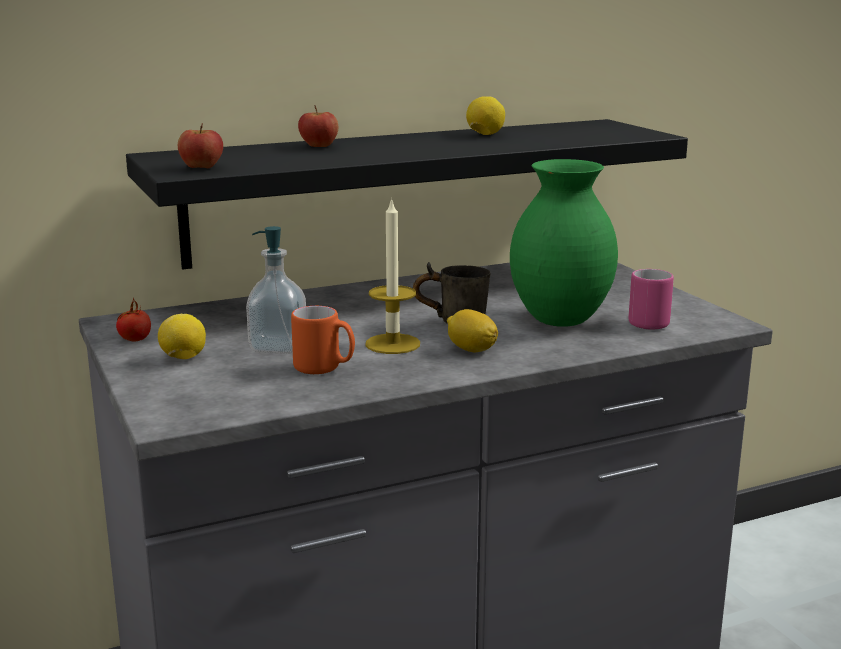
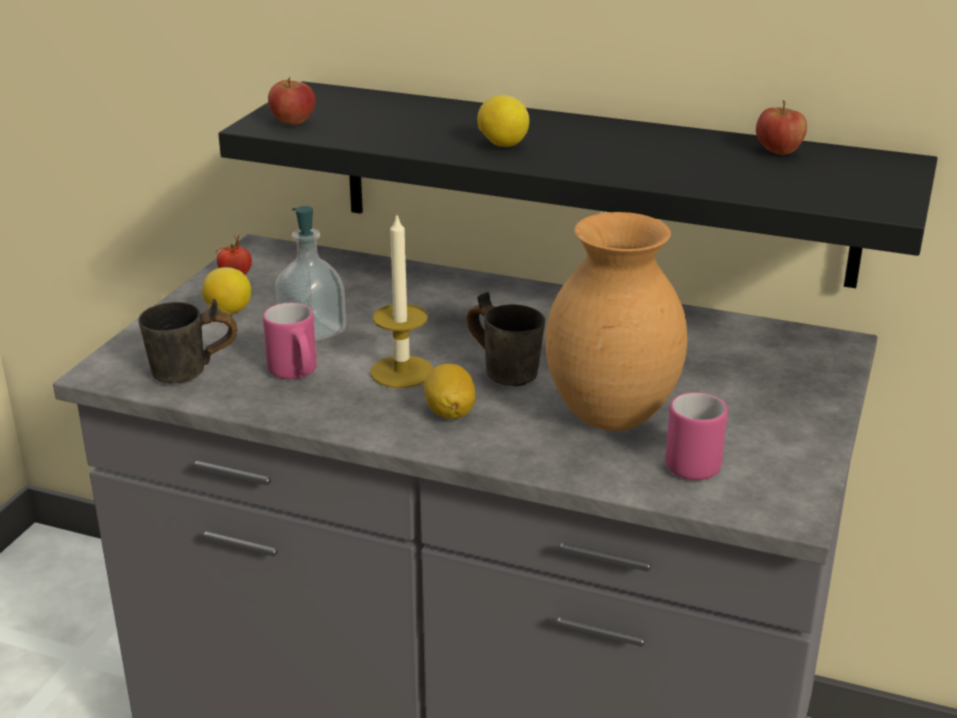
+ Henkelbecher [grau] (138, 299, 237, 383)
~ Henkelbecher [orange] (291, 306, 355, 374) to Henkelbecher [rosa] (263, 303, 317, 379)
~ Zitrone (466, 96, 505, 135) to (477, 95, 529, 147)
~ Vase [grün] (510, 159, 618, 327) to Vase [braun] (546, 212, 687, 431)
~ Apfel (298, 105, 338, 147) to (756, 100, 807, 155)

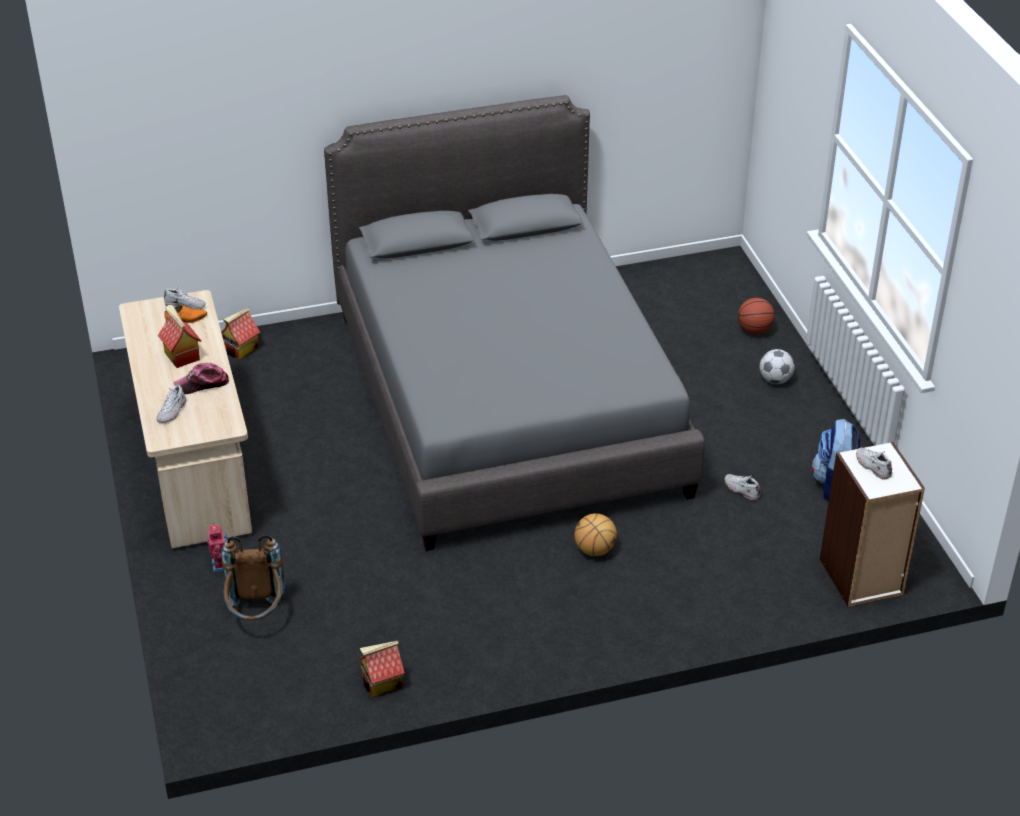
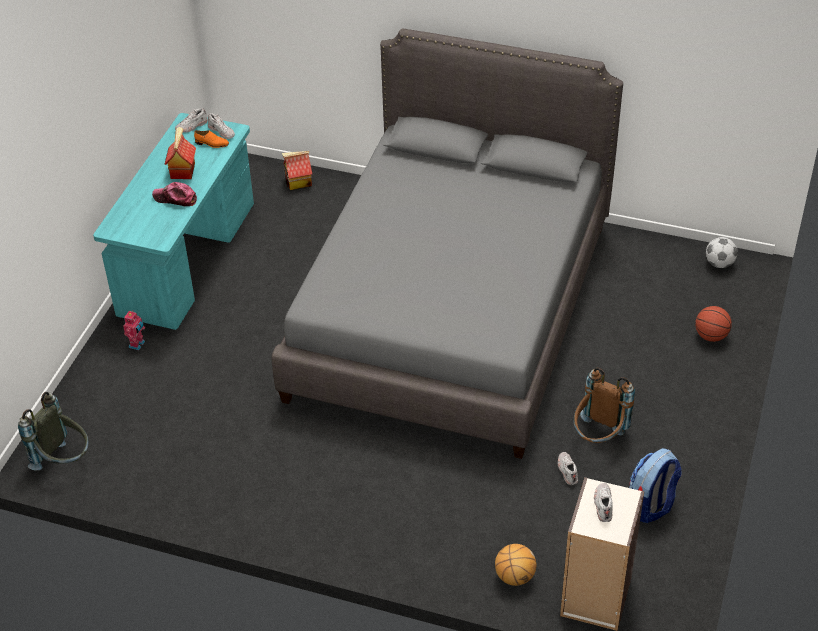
+ Rucksack [grau] (18, 392, 89, 470)
~ Schreibtisch [beige] (119, 290, 252, 548) to Schreibtisch [türkis] (93, 113, 254, 330)
~ Schuh [weiß] (156, 385, 186, 423) to (175, 108, 208, 133)
~ Basketball (574, 513, 617, 556) to (495, 544, 536, 586)
~ Rucksack [braun] (221, 535, 286, 620) to (573, 368, 635, 443)
~ Fußball (759, 349, 795, 384) to (706, 237, 738, 268)
- Spielzeughaus (359, 640, 405, 697)

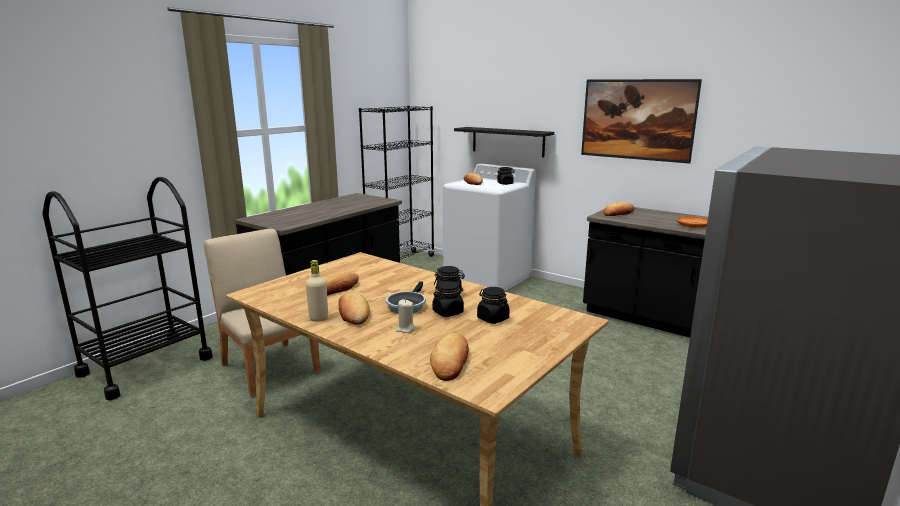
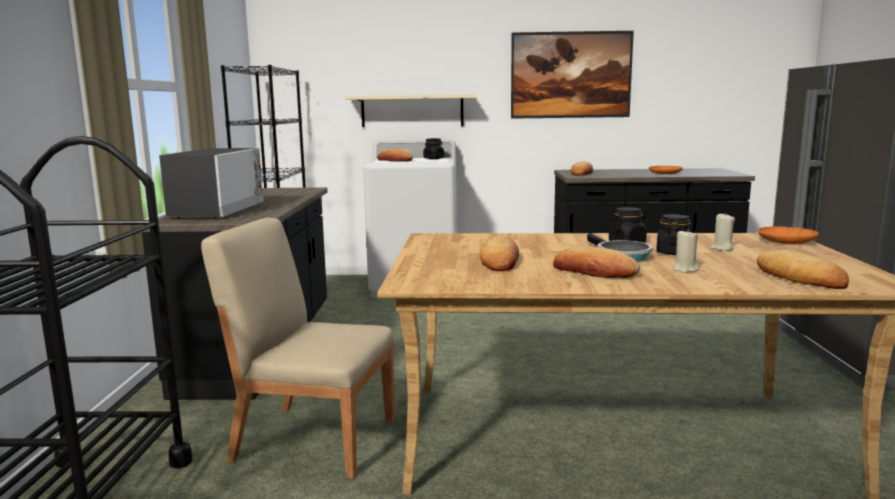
+ Mikrowelle (159, 148, 264, 218)
~ Wandregal [schwarz] (454, 127, 554, 157) to Wandregal [beige] (345, 94, 475, 127)
~ Vorratsglas [schwarz] (477, 287, 510, 324) to Kerze [beige] (710, 213, 735, 251)
+ Teller [orange] (758, 226, 819, 244)
- Flasche [beige] (306, 260, 328, 322)

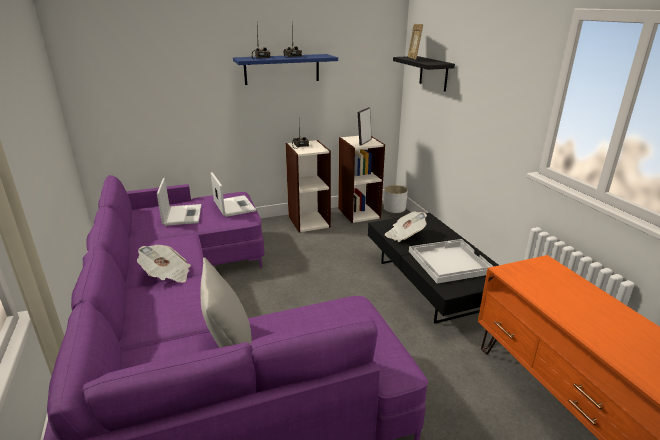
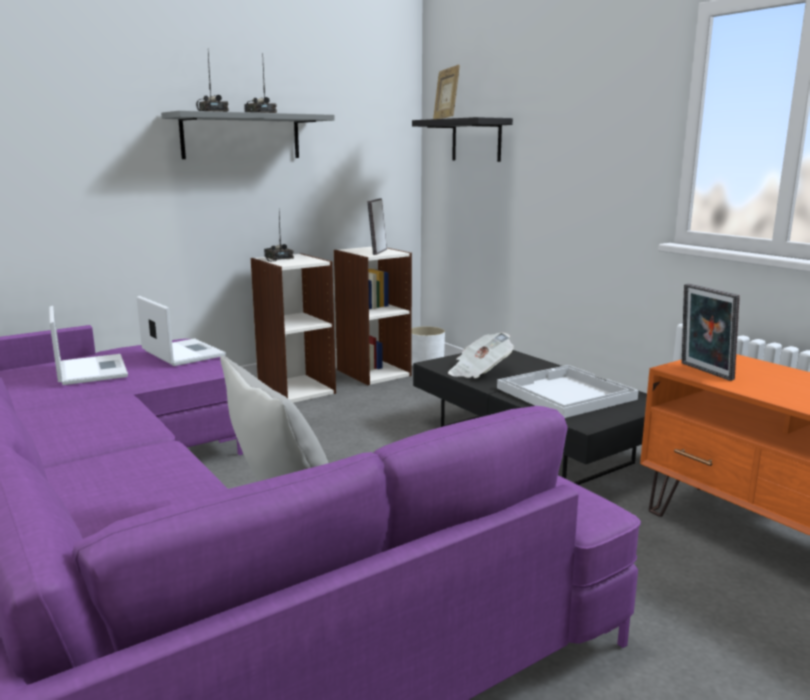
~ Wandregal [blau] (233, 54, 338, 85) to Wandregal [grau] (161, 110, 335, 159)
+ Bilderrahmen (681, 284, 740, 381)
- Zeitung (137, 245, 191, 283)

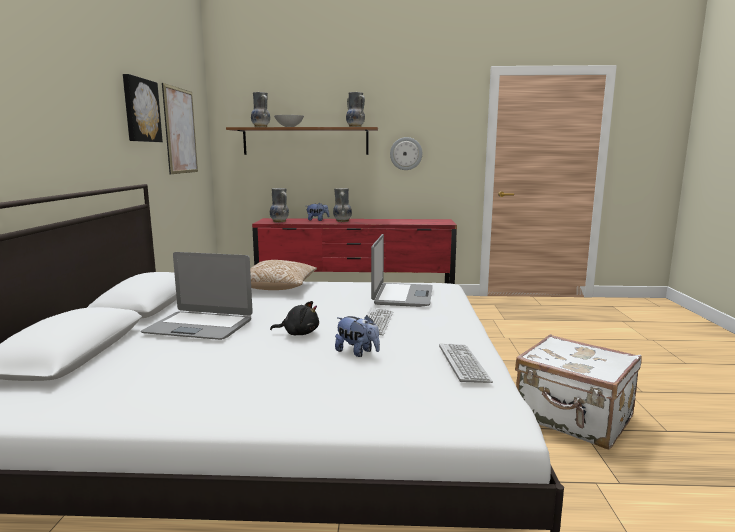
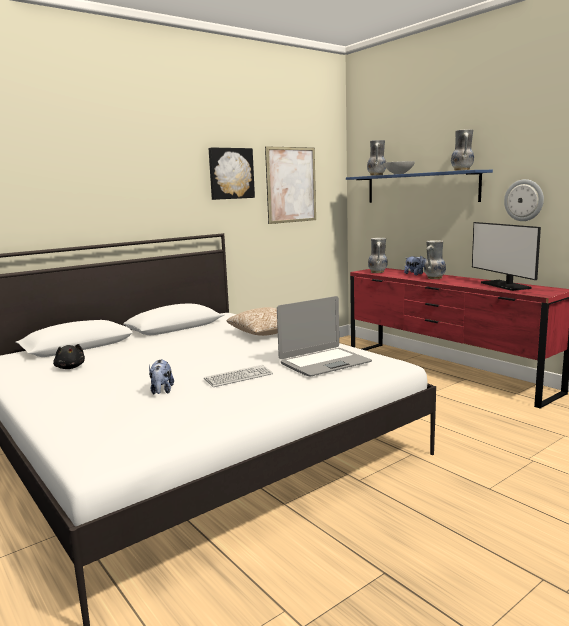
~ Plüschtier [schwarz] (270, 301, 319, 335) to (53, 344, 85, 369)
~ Wandregal [braun] (226, 127, 378, 155) to Wandregal [blau] (346, 170, 493, 203)
+ Monitor (472, 222, 541, 291)
- Laptop (141, 252, 253, 340)
- Tastatur (439, 344, 493, 383)
- Koffer [weiß] (515, 334, 642, 450)

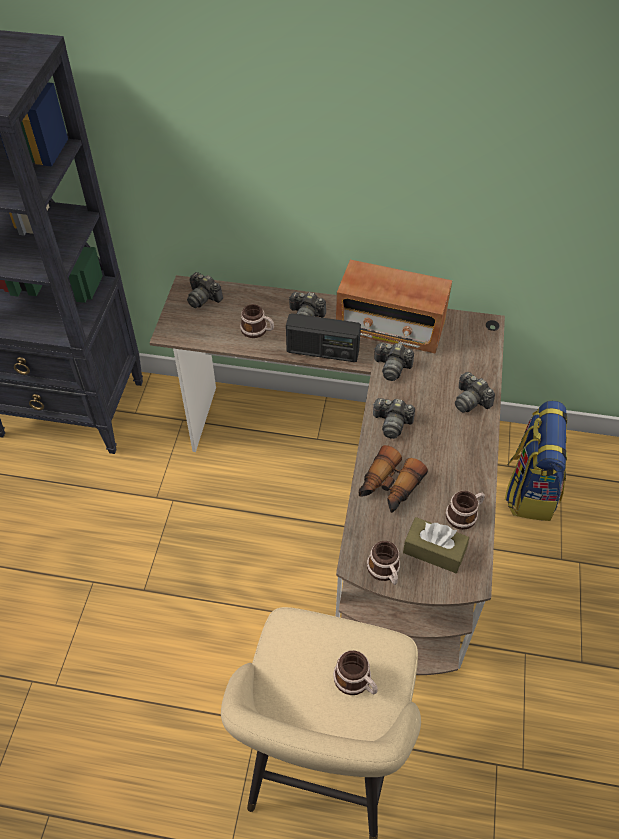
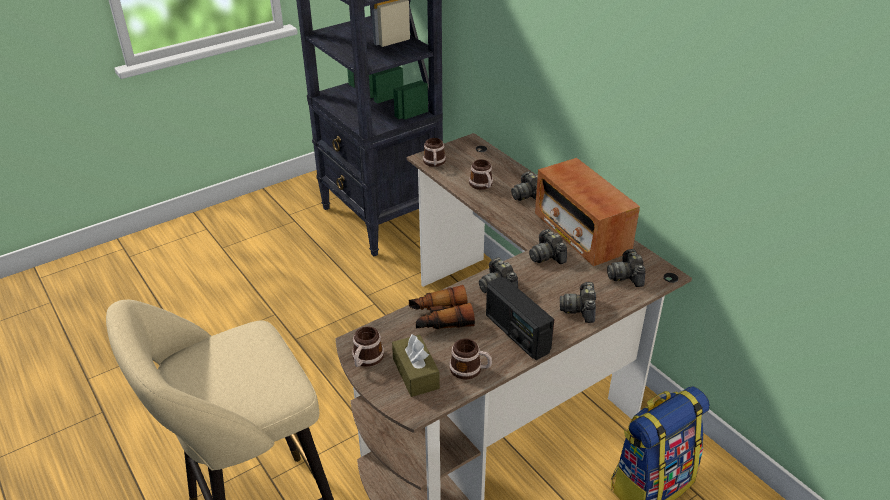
~ Henkelbecher (333, 650, 378, 695) to (423, 138, 446, 167)
~ Radio (286, 313, 361, 362) to (486, 276, 554, 360)
~ Kamera (187, 272, 223, 308) to (607, 249, 645, 287)

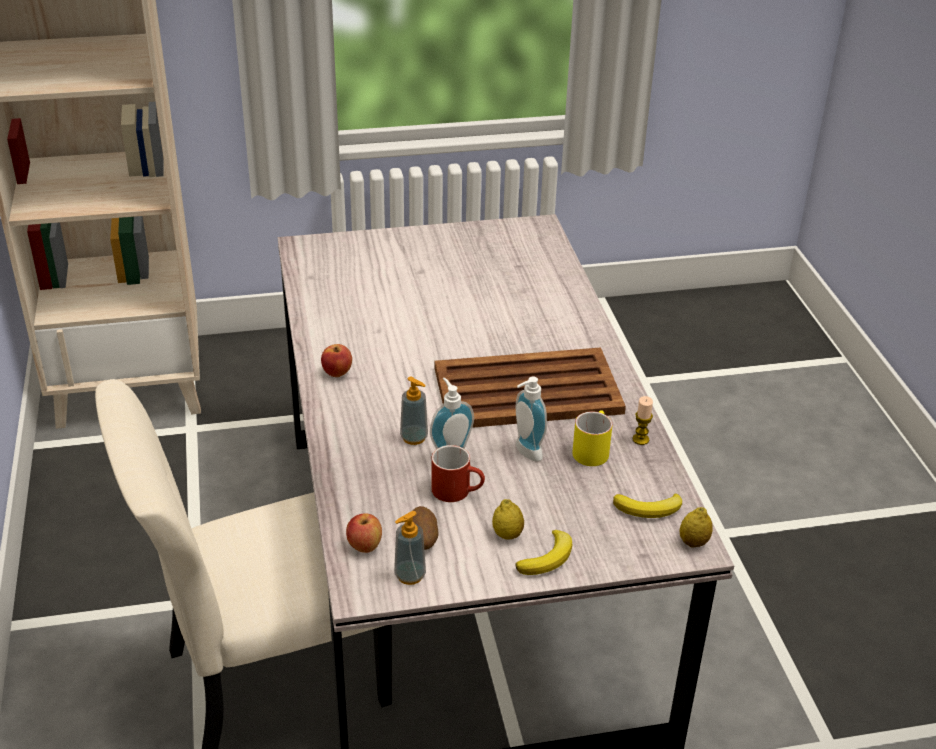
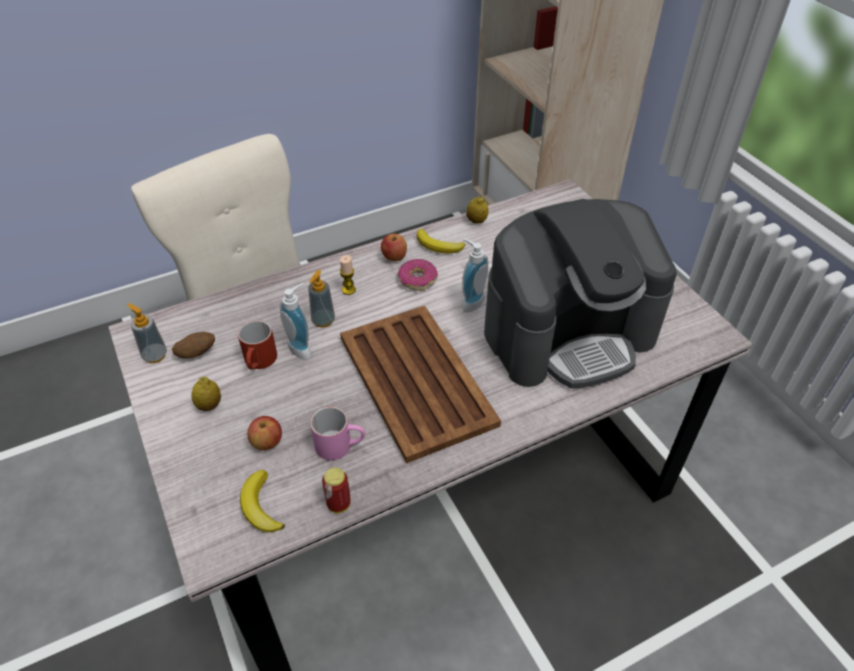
~ Apfel (346, 513, 382, 553) to (247, 416, 282, 450)
~ Henkelbecher [gelb] (572, 410, 613, 466) to Henkelbecher [rosa] (310, 406, 365, 460)
+ Dose (322, 467, 351, 513)
~ Kerze (632, 396, 653, 445) to (340, 255, 356, 295)
+ Donut (397, 259, 438, 291)
~ Banane (515, 530, 572, 575) to (417, 229, 465, 253)
~ Seifenspender (515, 377, 547, 461) to (462, 239, 488, 312)
~ Zitrone (680, 507, 713, 548) to (466, 196, 488, 224)
+ Kaffeemaschine (484, 199, 676, 389)

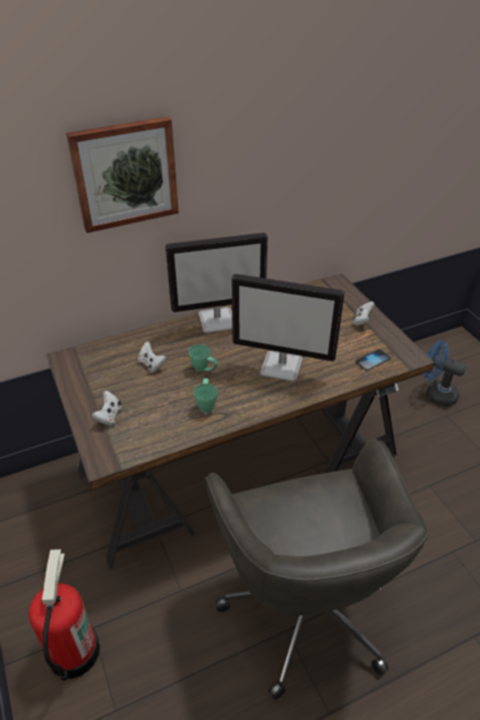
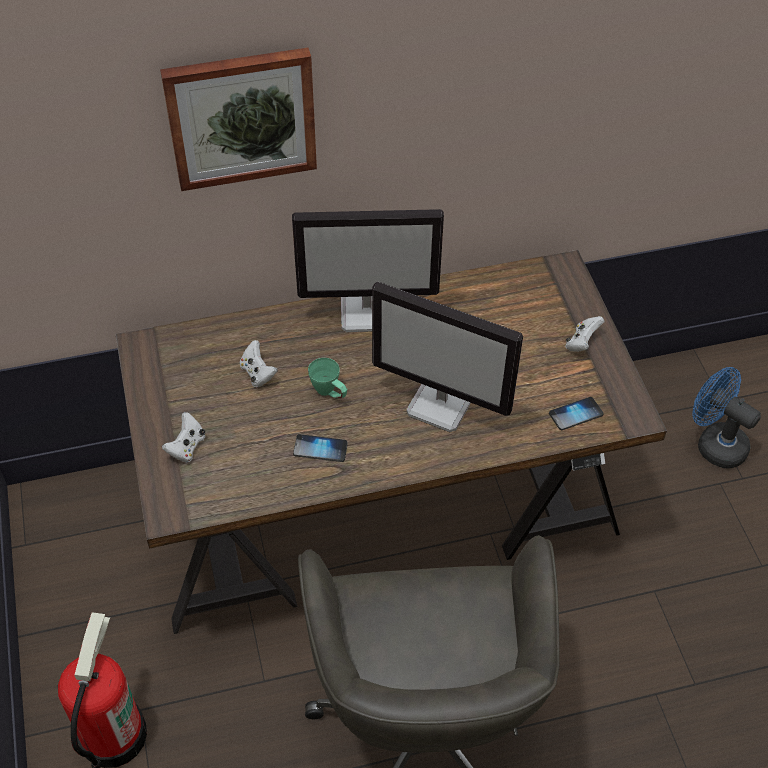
~ Henkelbecher [grün] (194, 378, 218, 413) to Handy (293, 434, 348, 462)

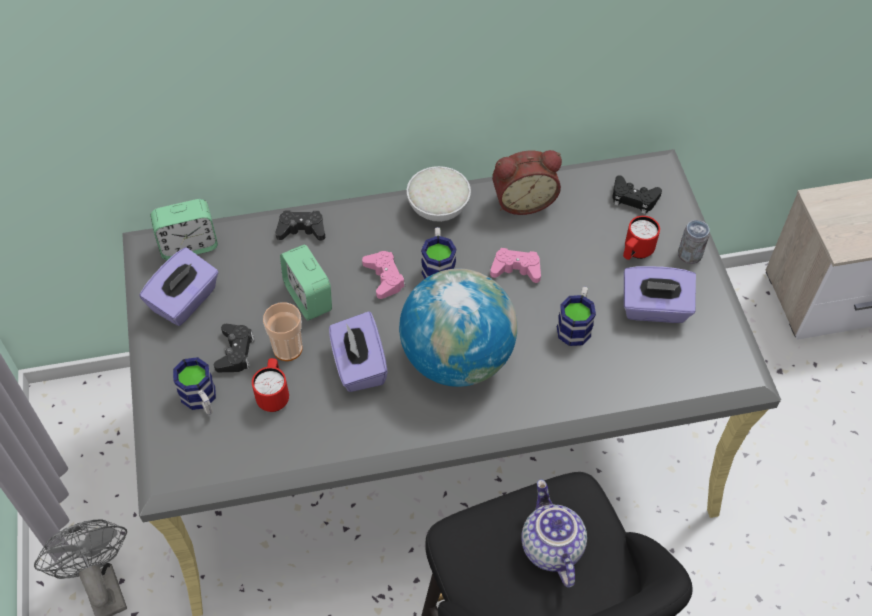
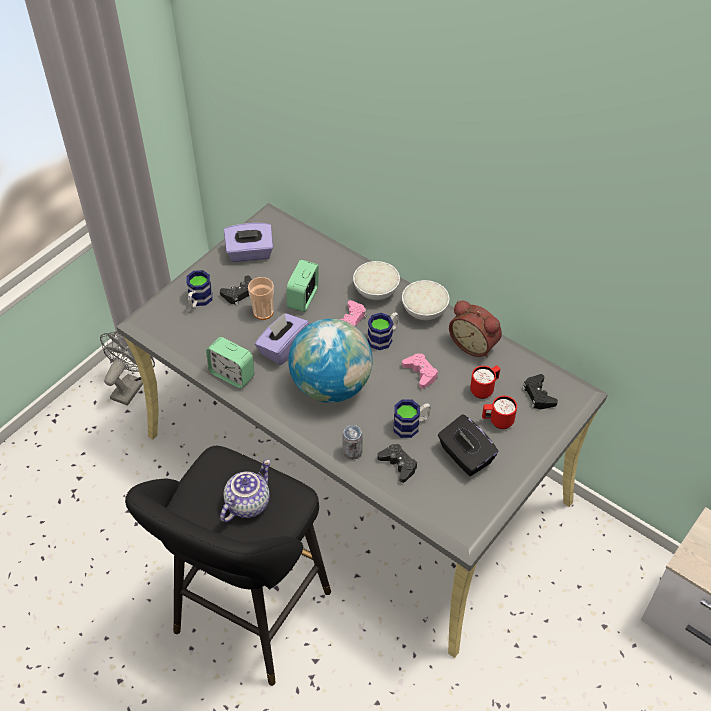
~ Wecker (150, 199, 218, 260) to (206, 337, 254, 389)
~ Dose (678, 220, 710, 264) to (342, 425, 363, 460)
+ Schüssel [weiß] (353, 261, 400, 300)
~ Gamepad [schwarz] (275, 210, 325, 241) to (377, 444, 417, 483)
~ Taschentuchbox [lila] (624, 266, 696, 323) to Taschentuchbox [schwarz] (438, 414, 498, 476)
~ Henkelbecher [rot] (252, 358, 289, 412) to (470, 365, 500, 399)

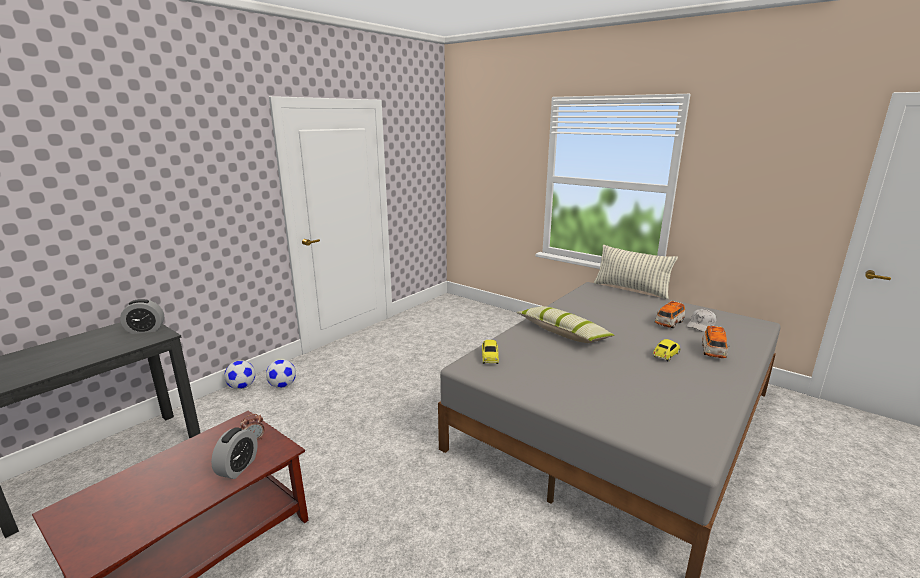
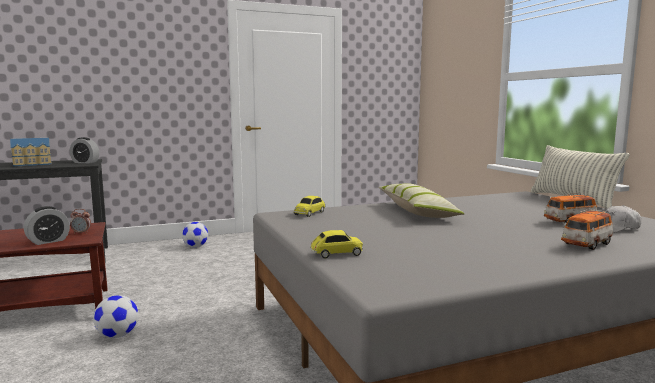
+ Spielzeughaus (10, 138, 52, 166)
~ Fußball (224, 360, 255, 389) to (93, 295, 139, 338)
~ Spielzeugauto (653, 339, 680, 362) to (310, 230, 363, 259)

